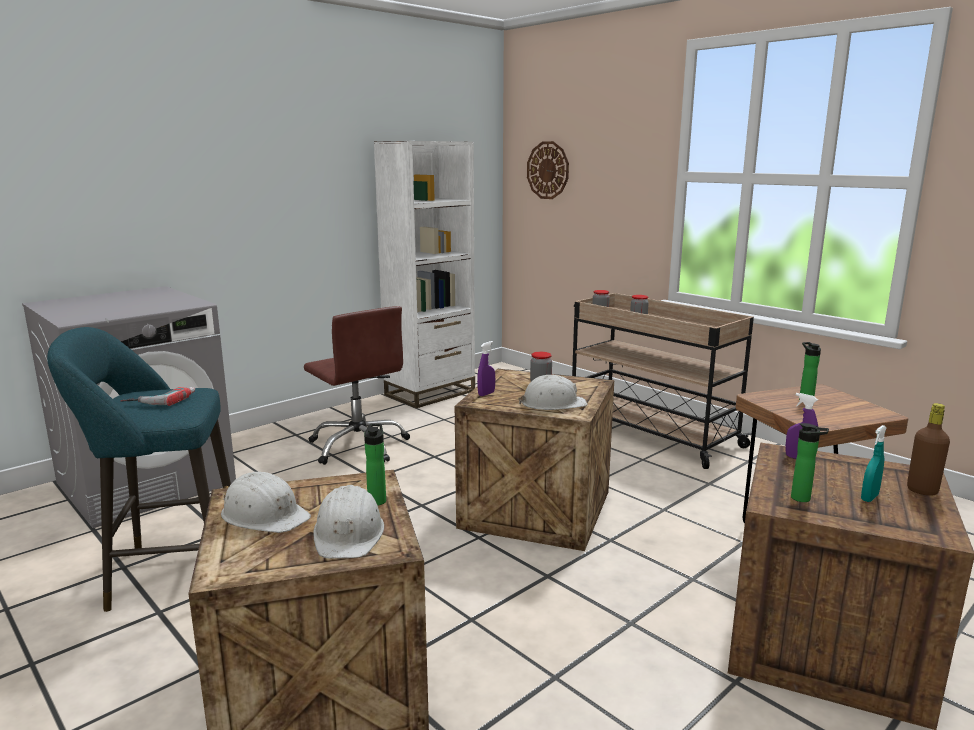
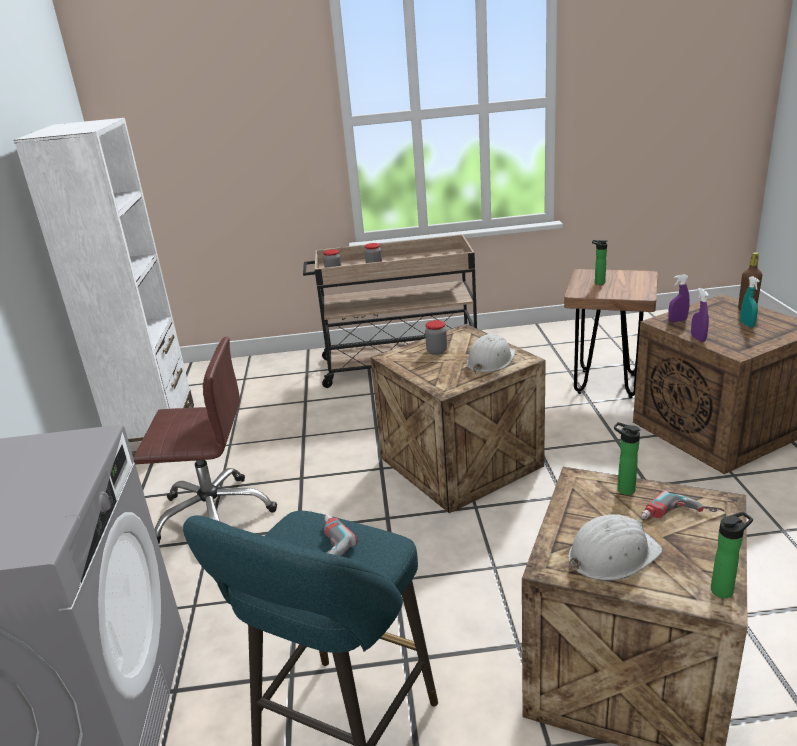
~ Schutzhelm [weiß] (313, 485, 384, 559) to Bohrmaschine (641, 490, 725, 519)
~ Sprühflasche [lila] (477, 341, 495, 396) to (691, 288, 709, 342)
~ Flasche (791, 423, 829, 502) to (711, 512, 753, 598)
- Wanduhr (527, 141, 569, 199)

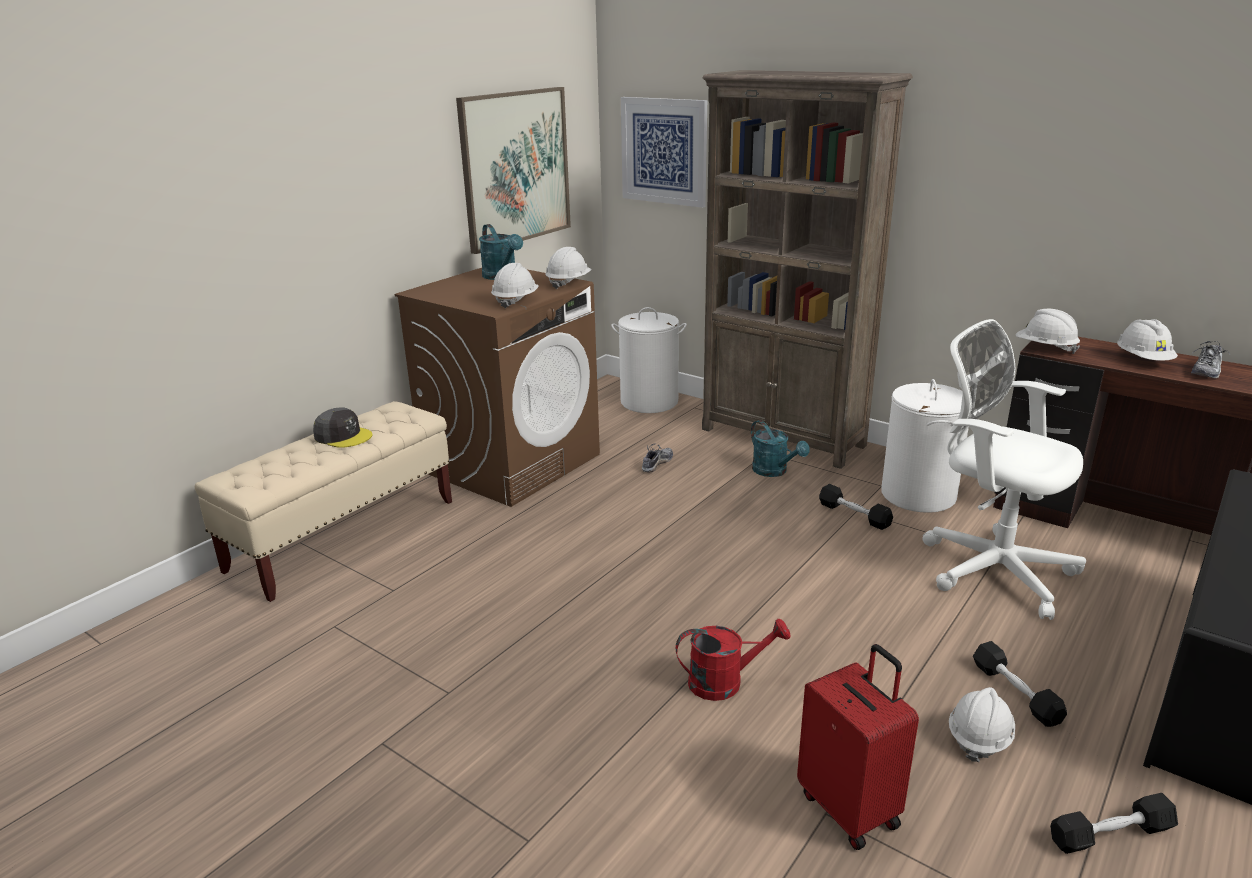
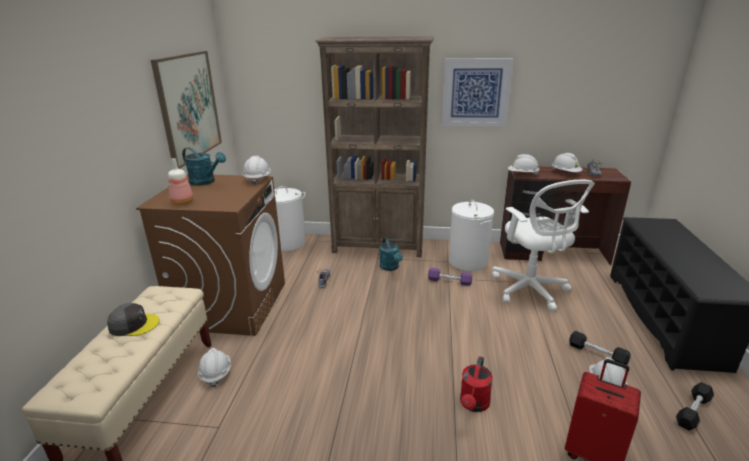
+ Flasche (168, 158, 194, 205)
~ Schutzhelm [weiß] (491, 263, 539, 309) to (198, 348, 231, 387)
~ Gießkanne [türkis] (751, 420, 810, 477) = (380, 237, 403, 271) 45 degrees clockwise
~ Hantel [schwarz] (819, 484, 893, 530) to Hantel [lila] (428, 268, 472, 286)
~ Bild (621, 97, 707, 208) to (441, 58, 514, 126)
~ Gießkanne [rot] (676, 618, 790, 701) = (460, 356, 493, 412) 150 degrees clockwise
~ Bürostuhl [weiß] (922, 319, 1086, 620) = (492, 180, 595, 311) 120 degrees counterclockwise

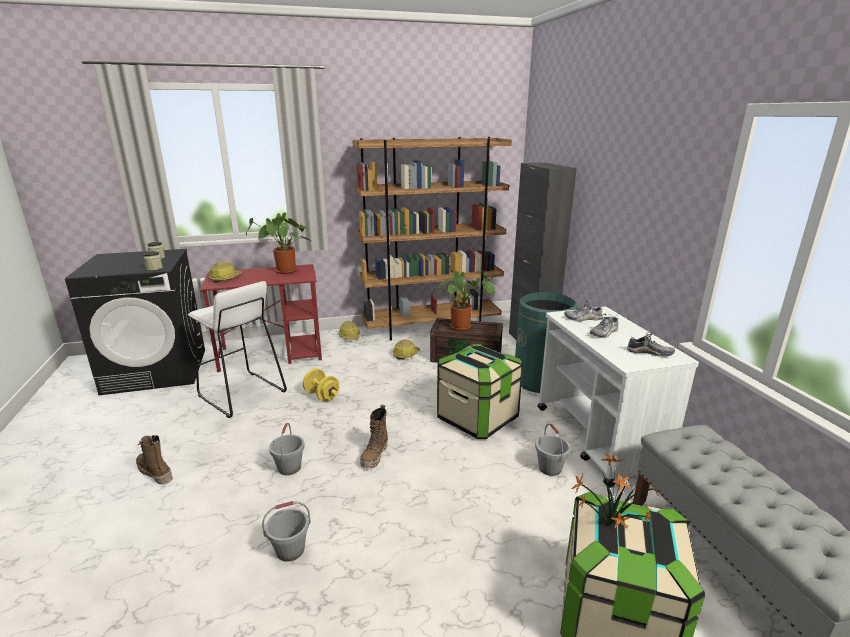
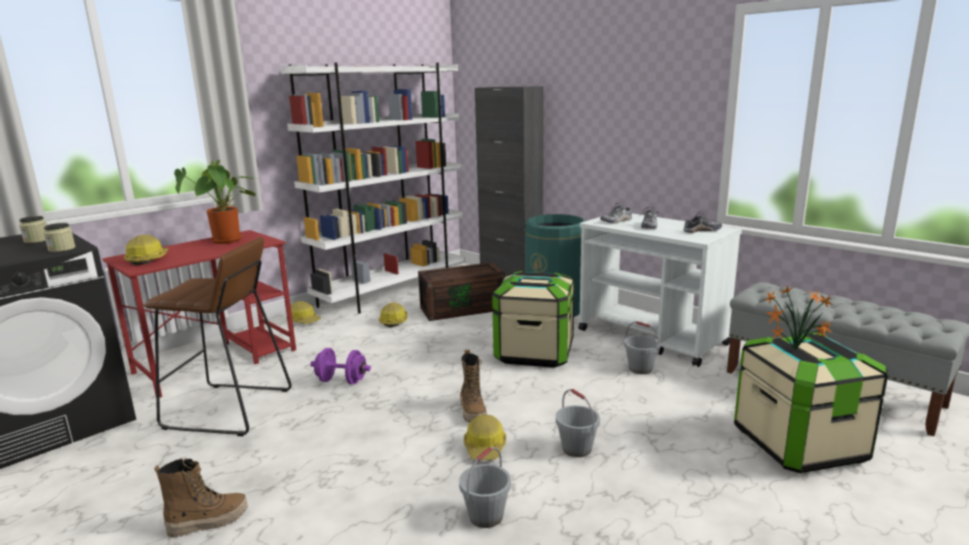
~ Hocker [weiß] (188, 281, 287, 418) to Hocker [braun] (143, 237, 292, 436)
~ Stiefel (136, 435, 173, 484) = (154, 458, 248, 538) 150 degrees clockwise
~ Bücherregal [braun] (352, 137, 512, 341) to Bücherregal [weiß] (280, 63, 465, 313)
~ Hantel [gelb] (303, 368, 339, 402) to Hantel [lila] (310, 348, 371, 384)
+ Schutzhelm (464, 414, 506, 460)
~ Eimer [grau] (269, 423, 304, 475) to (556, 389, 600, 457)
- Topfpflanze (432, 271, 495, 331)

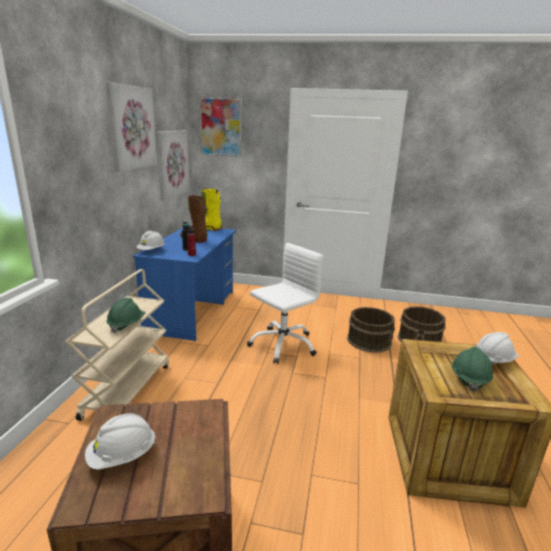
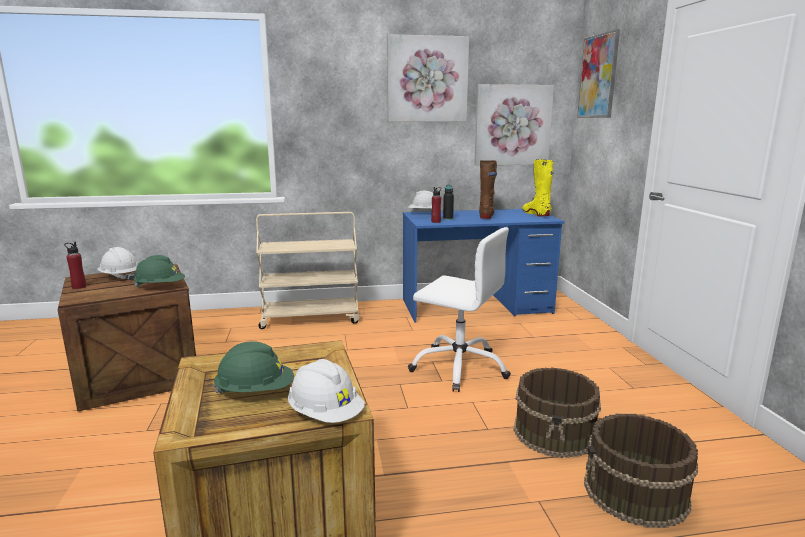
+ Flasche [rot] (64, 242, 86, 289)
~ Schutzhelm [grün] (106, 298, 145, 333) to (134, 255, 185, 288)

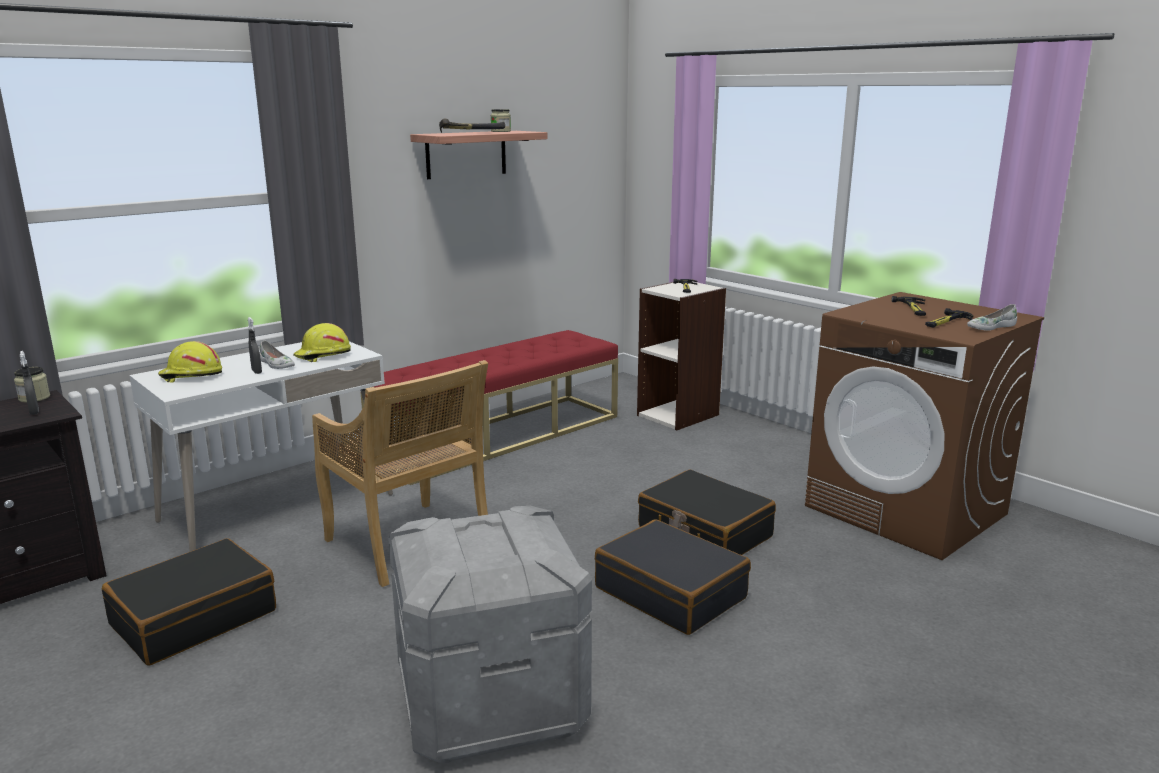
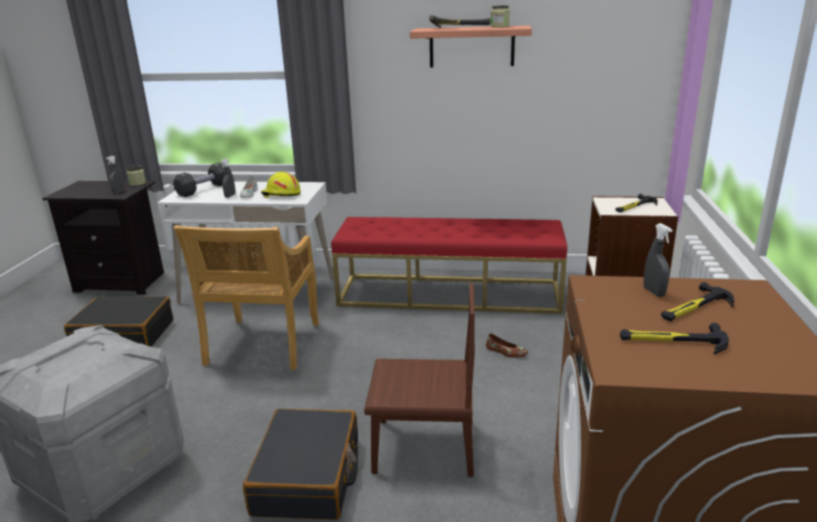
~ Schutzhelm [gelb] (158, 341, 222, 383) to Hantel [schwarz] (173, 163, 226, 197)
~ Koffer [schwarz] (638, 470, 776, 555) to Stuhl [braun] (364, 283, 475, 477)
+ Schuh [braun] (486, 333, 528, 358)
+ Sprühflasche [grau] (644, 223, 673, 297)
- Schuh [weiß] (967, 304, 1017, 331)

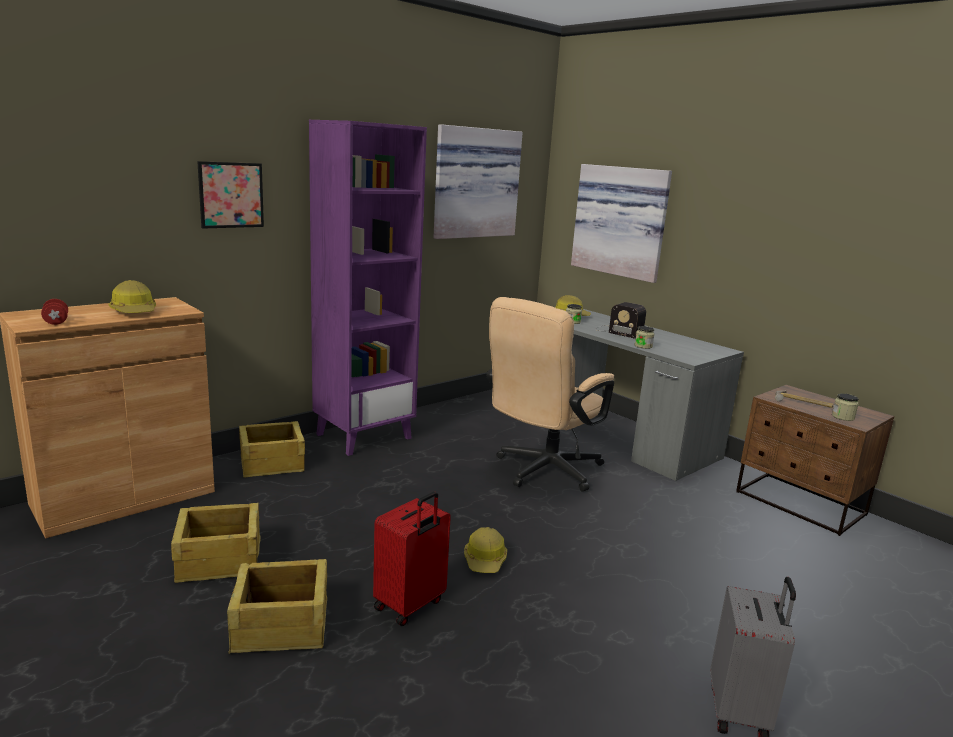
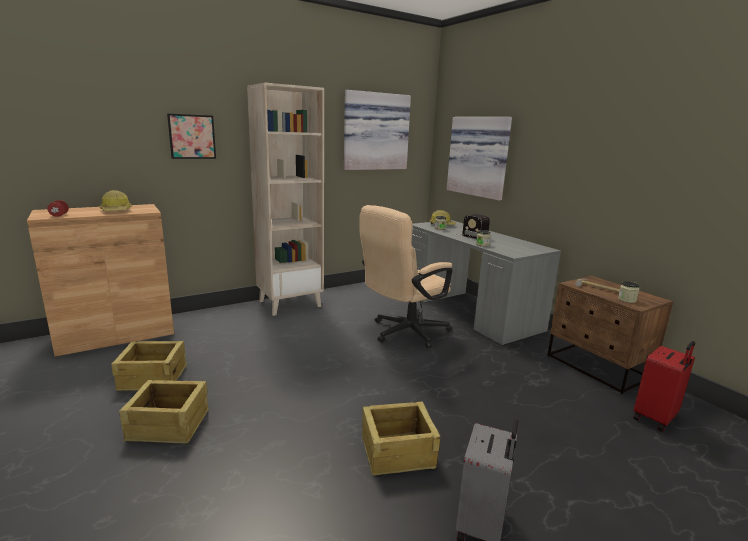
~ Bücherregal [lila] (309, 120, 427, 456) to Bücherregal [beige] (247, 82, 324, 316)
~ Kiste (239, 421, 305, 477) to (362, 401, 440, 476)
~ Koffer [rot] (373, 492, 451, 626) to (633, 341, 695, 432)
- Schutzhelm (464, 527, 507, 573)

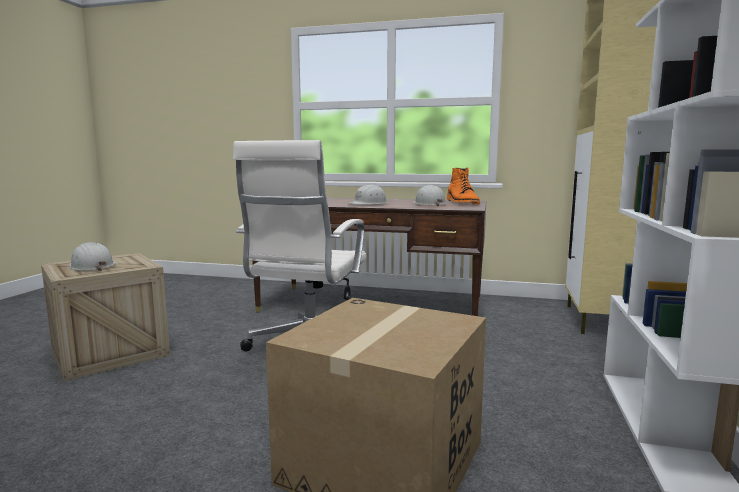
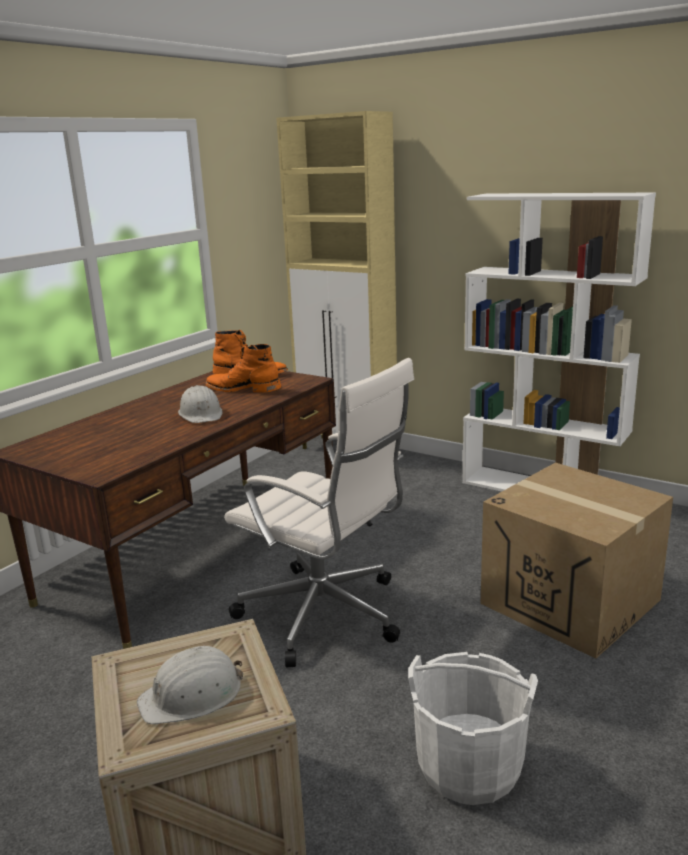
~ Schutzhelm [weiß] (413, 185, 447, 206) to Stiefel [orange] (206, 344, 281, 393)
+ Eimer [weiß] (408, 652, 538, 805)

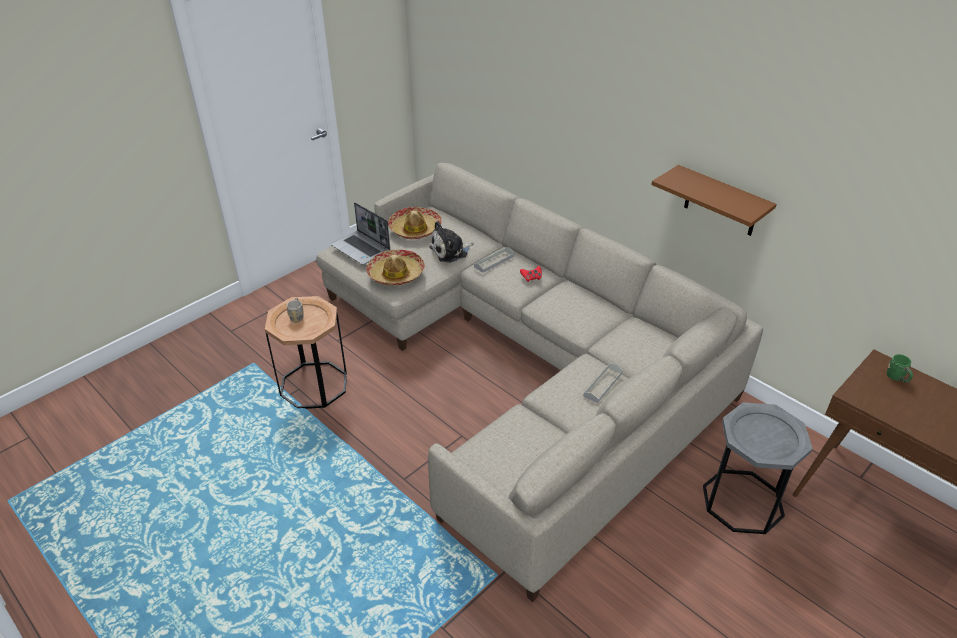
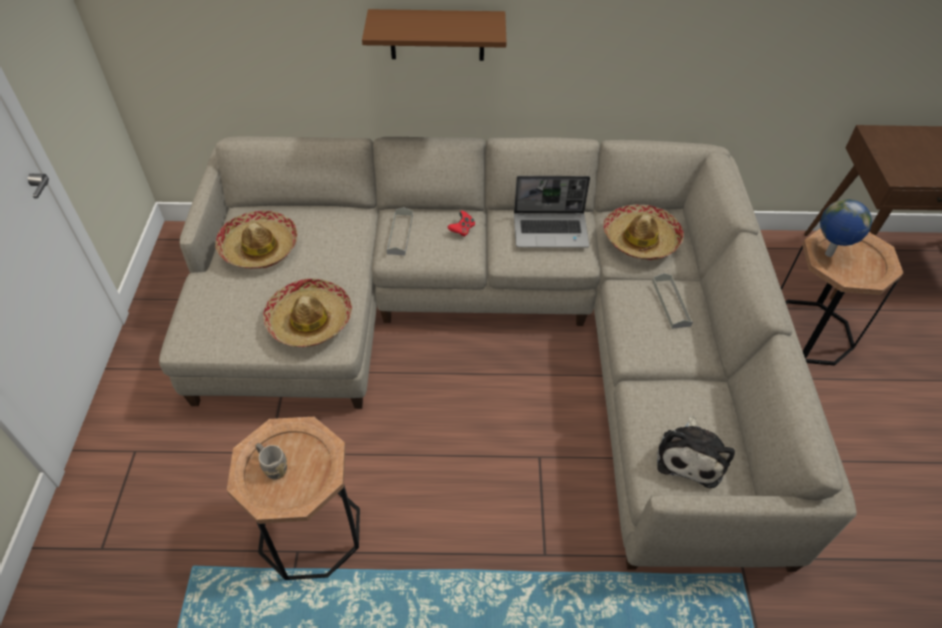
~ Wandregal [braun] (651, 165, 777, 236) to (362, 9, 507, 61)
~ Laptop (331, 202, 390, 265) to (514, 176, 590, 248)
+ Hut (603, 205, 684, 260)
~ Plüschtier (429, 221, 474, 263) to (657, 415, 735, 488)
~ Beistelltisch [grau] (703, 402, 813, 534) to Beistelltisch [braun] (781, 228, 903, 366)
+ Globus (820, 199, 872, 257)
- Henkelbecher [grün] (887, 354, 913, 383)

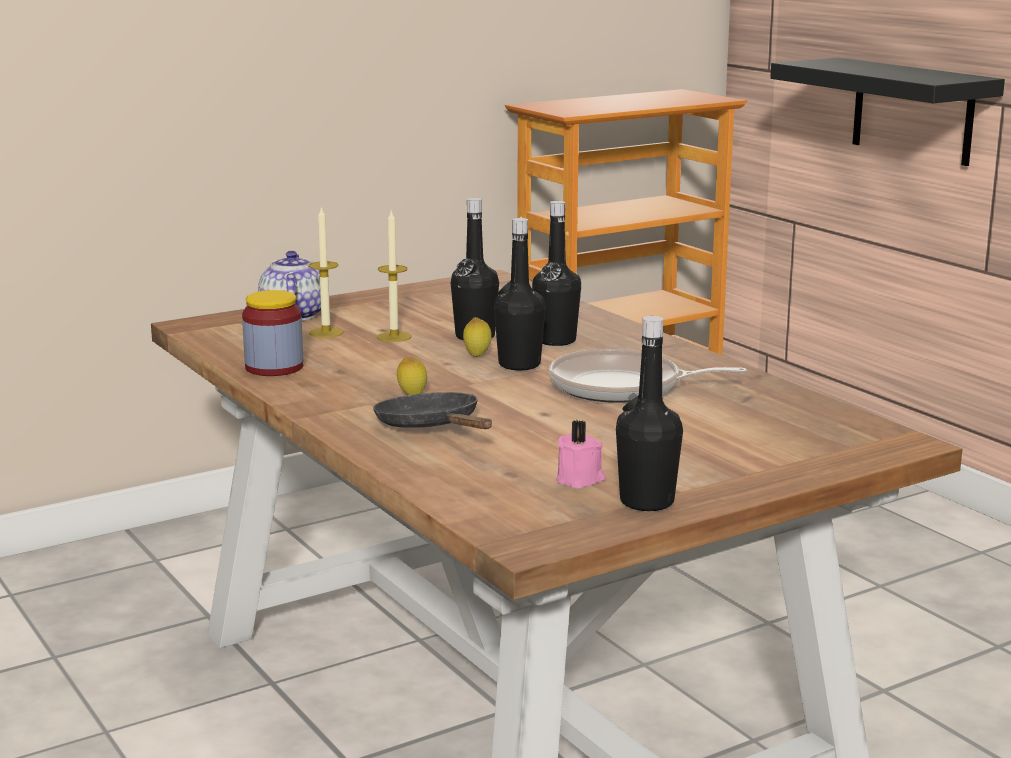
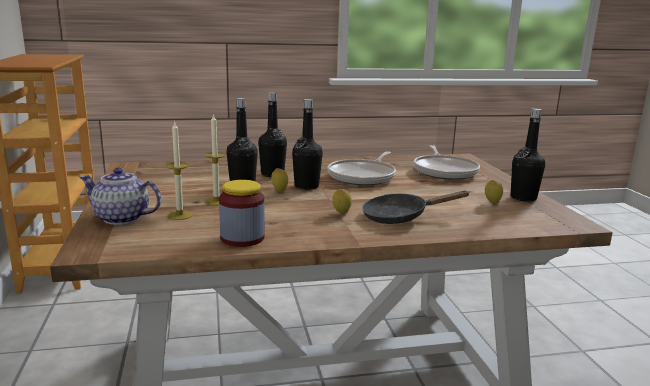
+ Pfanne (413, 145, 480, 180)
~ Kerze [rosa] (556, 420, 605, 489) to Zitrone (485, 180, 503, 204)
- Wandregal [schwarz] (770, 58, 1005, 166)

